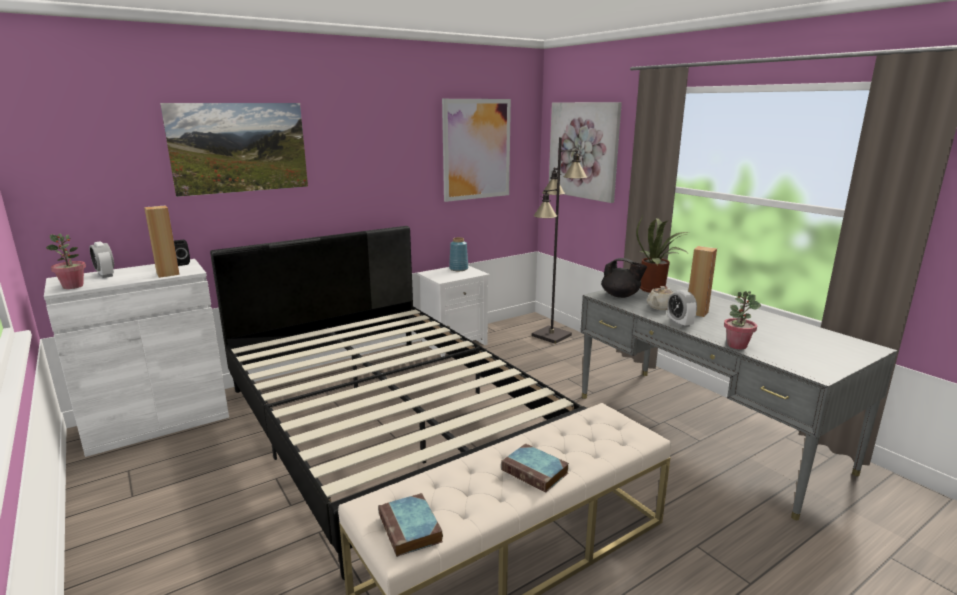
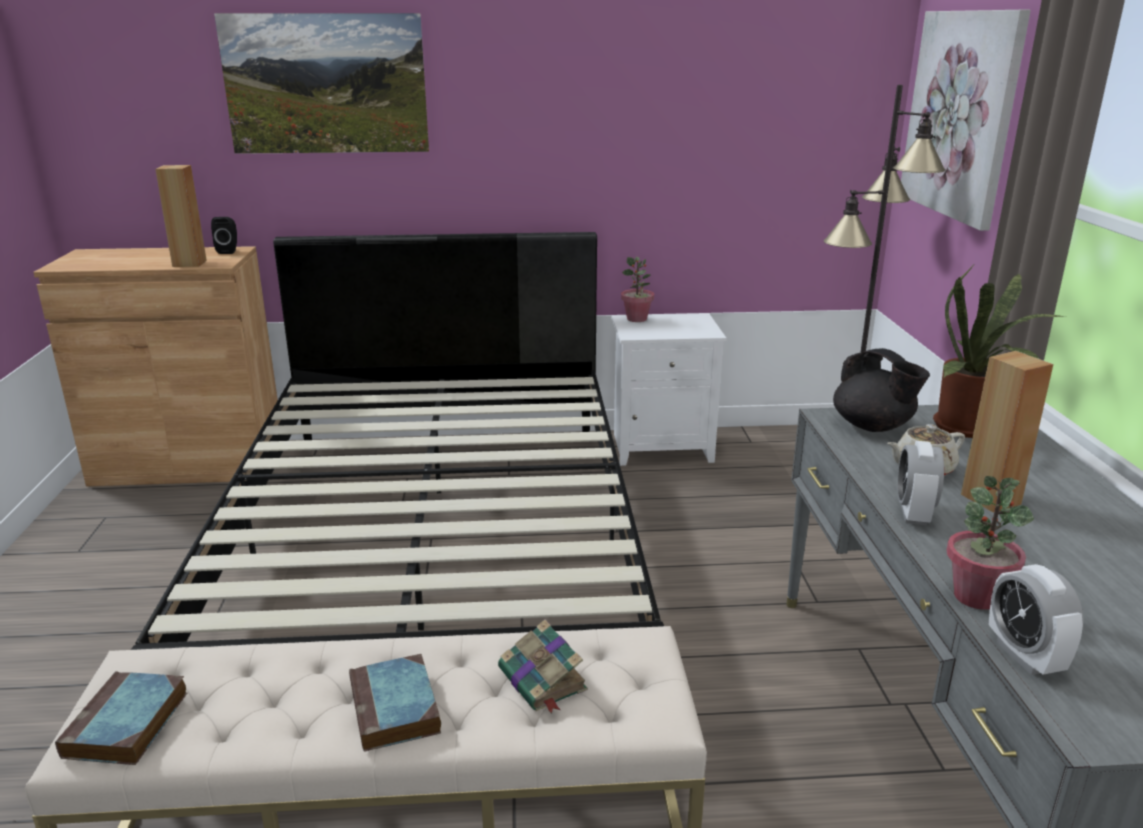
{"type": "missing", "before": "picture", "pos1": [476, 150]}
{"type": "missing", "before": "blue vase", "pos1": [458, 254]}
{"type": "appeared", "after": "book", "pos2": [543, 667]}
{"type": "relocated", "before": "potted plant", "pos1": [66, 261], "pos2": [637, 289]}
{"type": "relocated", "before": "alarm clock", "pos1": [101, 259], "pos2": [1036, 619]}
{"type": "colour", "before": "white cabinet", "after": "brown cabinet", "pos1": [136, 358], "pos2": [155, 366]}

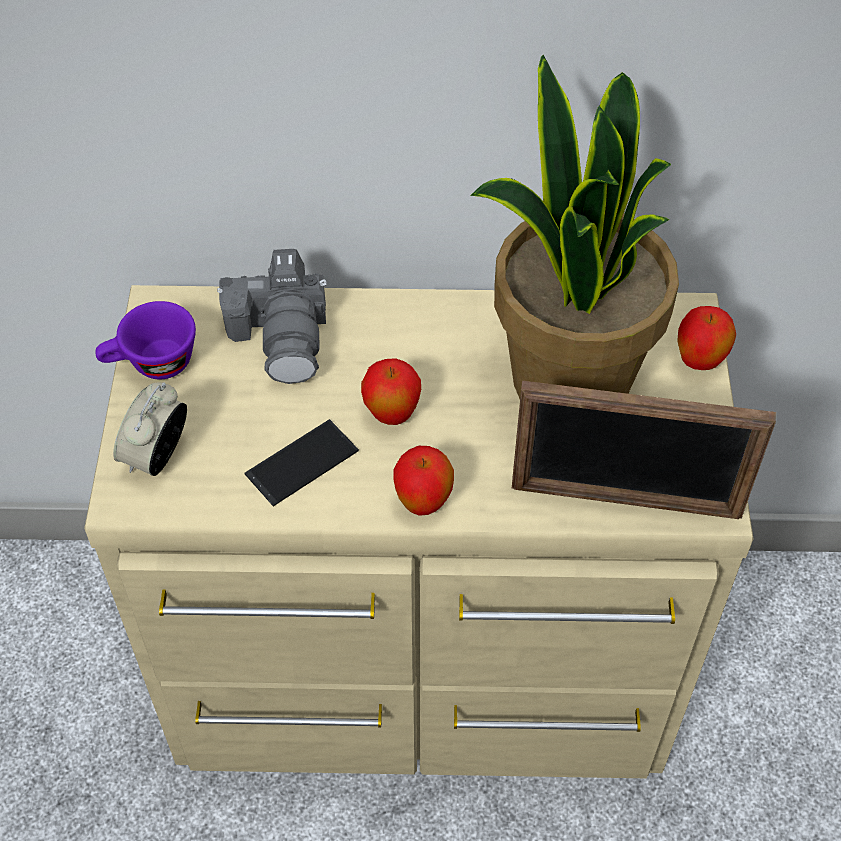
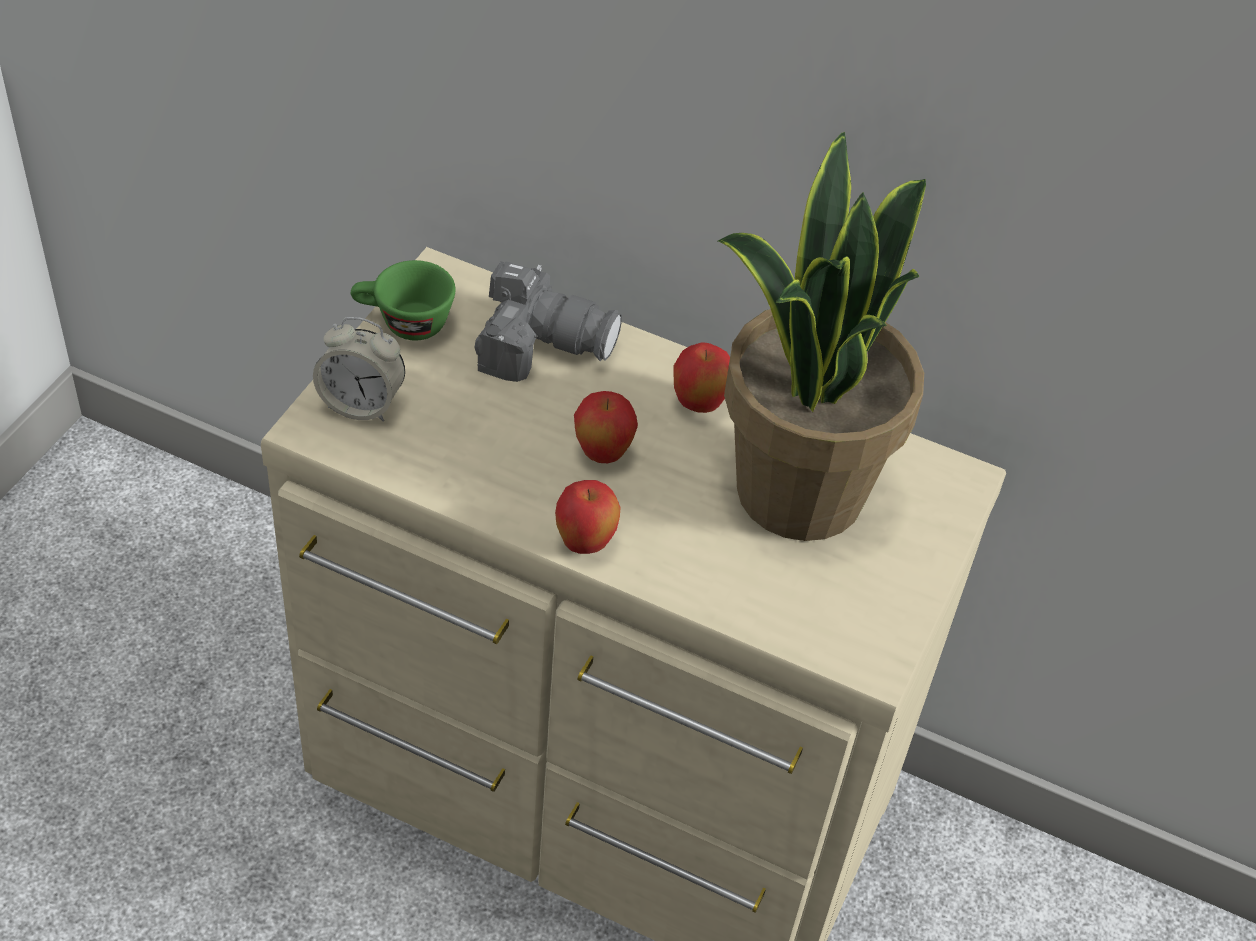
{"type": "missing", "before": "phone", "pos1": [301, 462]}
{"type": "missing", "before": "picture frame", "pos1": [644, 450]}
{"type": "relocated", "before": "apple", "pos1": [706, 338], "pos2": [701, 377]}
{"type": "colour", "before": "purple cup", "after": "green cup", "pos1": [145, 340], "pos2": [403, 300]}
{"type": "spun", "before": "alarm clock", "pos1": [150, 429], "pos2": [359, 369], "turn": -120}
{"type": "spun", "before": "photo camera", "pos1": [272, 316], "pos2": [548, 321], "turn": -90}

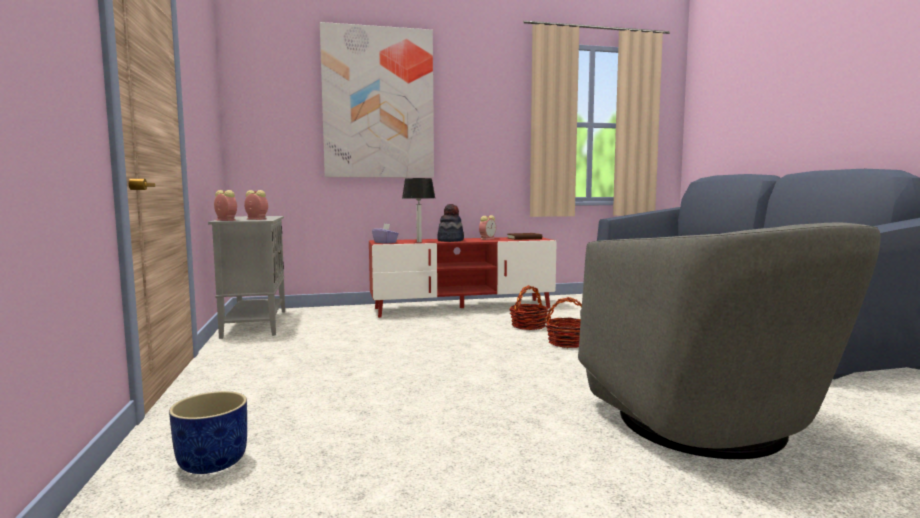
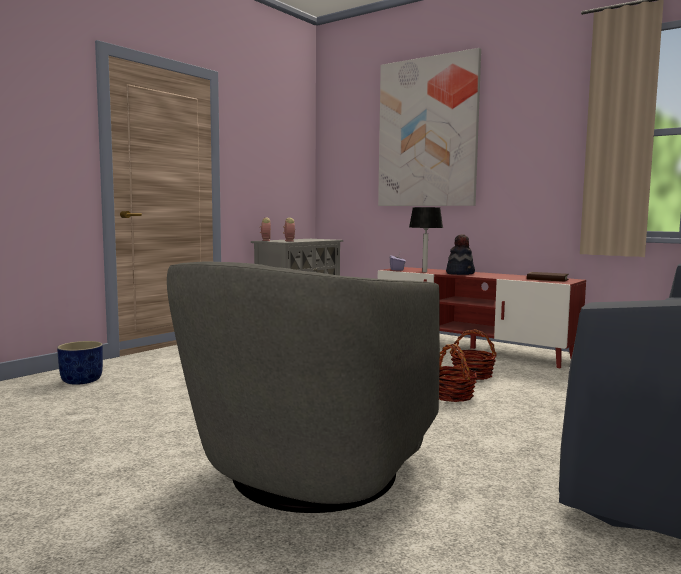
{"type": "missing", "before": "alarm clock", "pos1": [487, 227]}

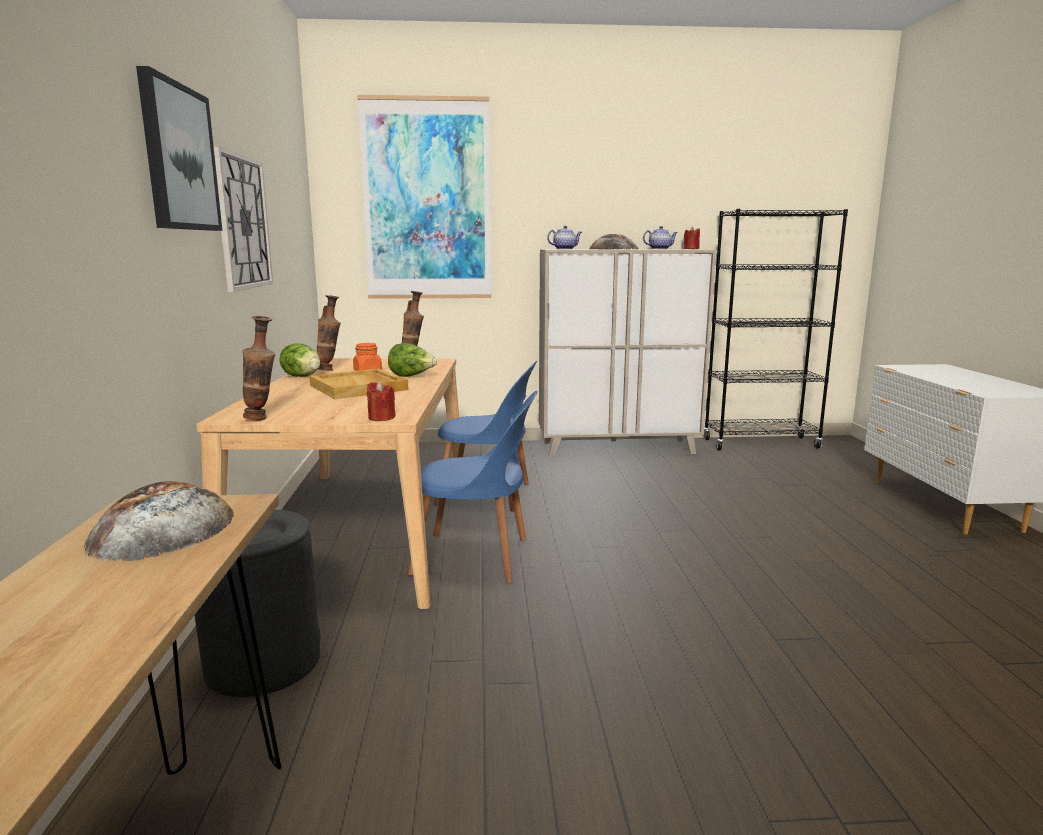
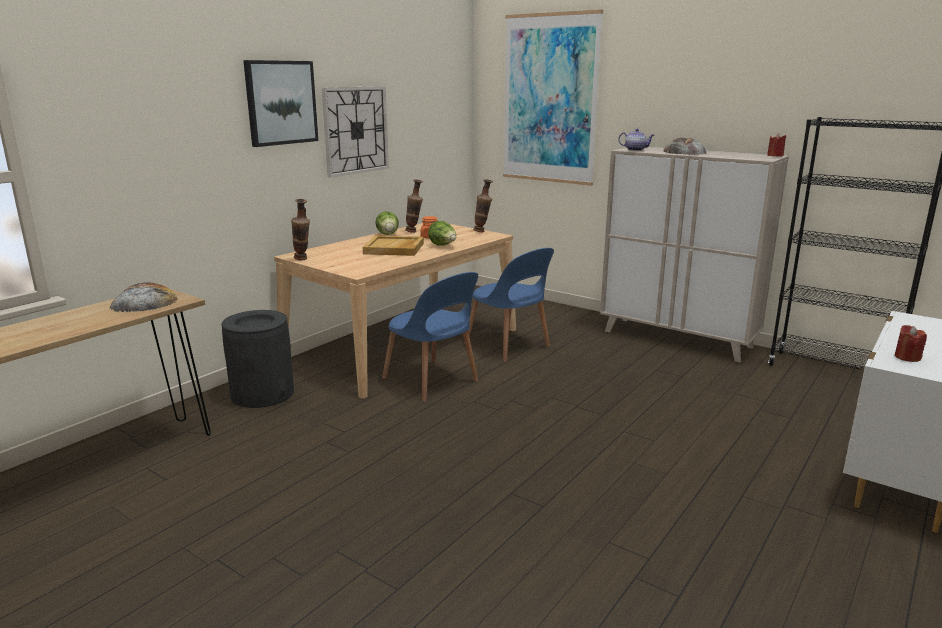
{"type": "missing", "before": "teapot", "pos1": [660, 237]}
{"type": "relocated", "before": "red candle", "pos1": [381, 401], "pos2": [911, 343]}

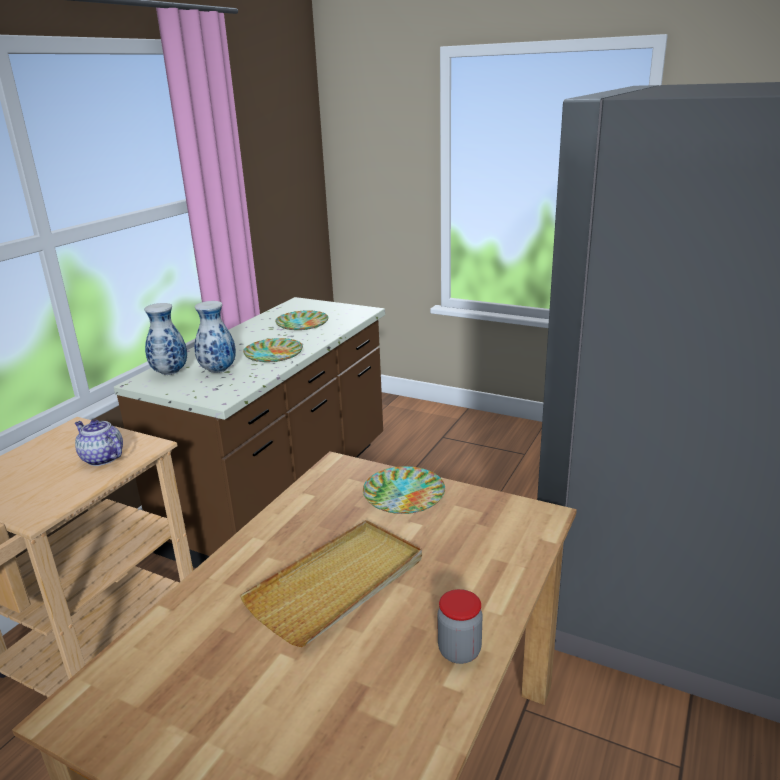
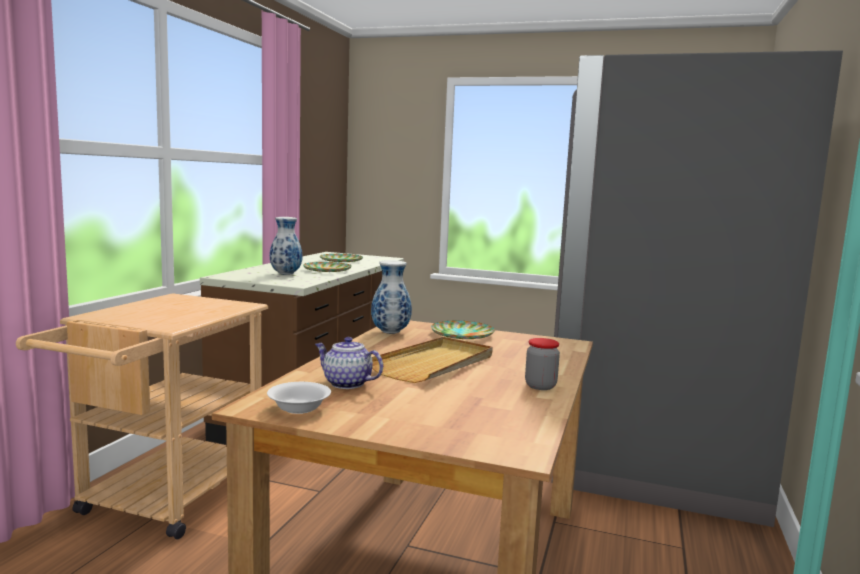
{"type": "appeared", "after": "white bowl", "pos2": [299, 398]}
{"type": "relocated", "before": "teapot", "pos1": [99, 443], "pos2": [349, 363]}
{"type": "relocated", "before": "vase", "pos1": [165, 339], "pos2": [391, 297]}

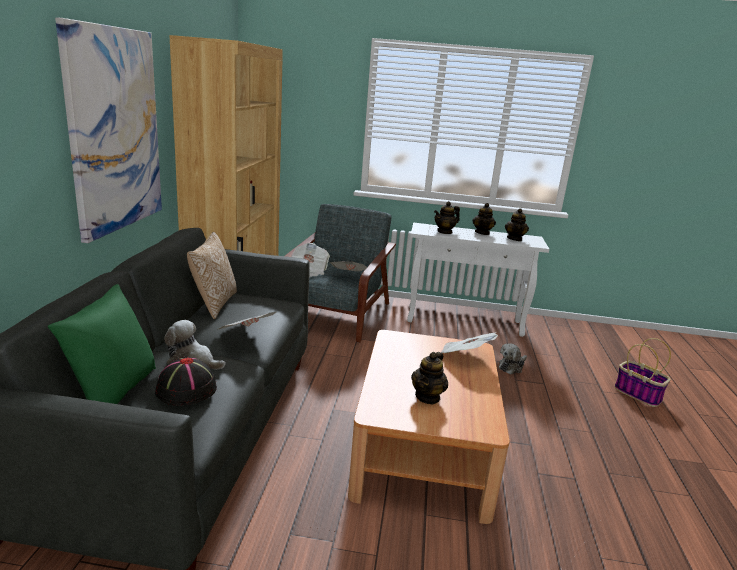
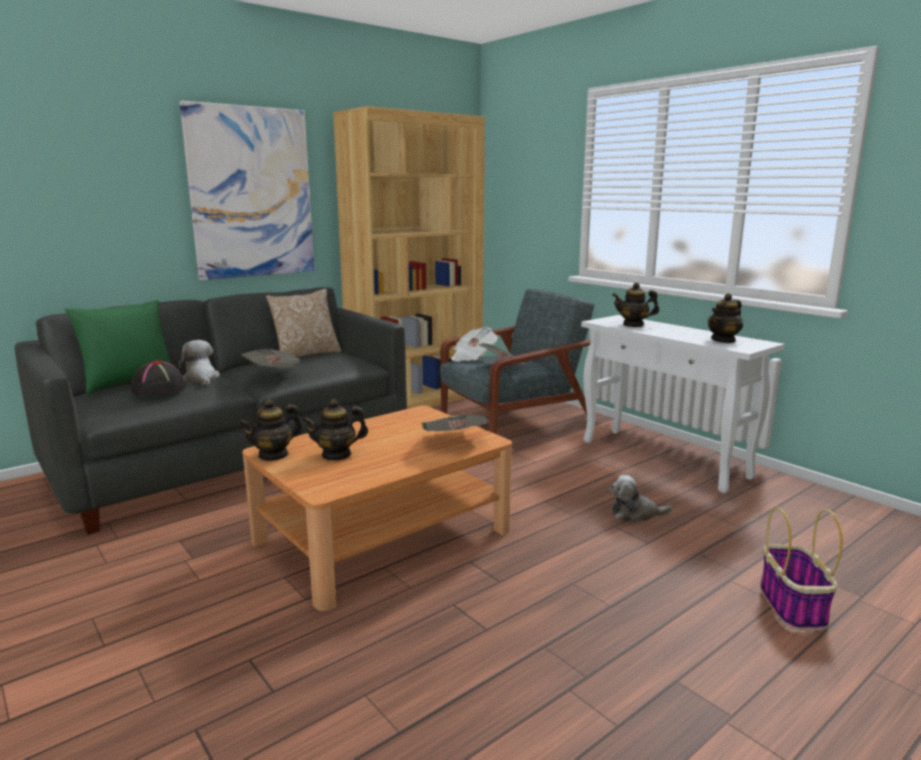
{"type": "relocated", "before": "teapot", "pos1": [484, 219], "pos2": [270, 430]}

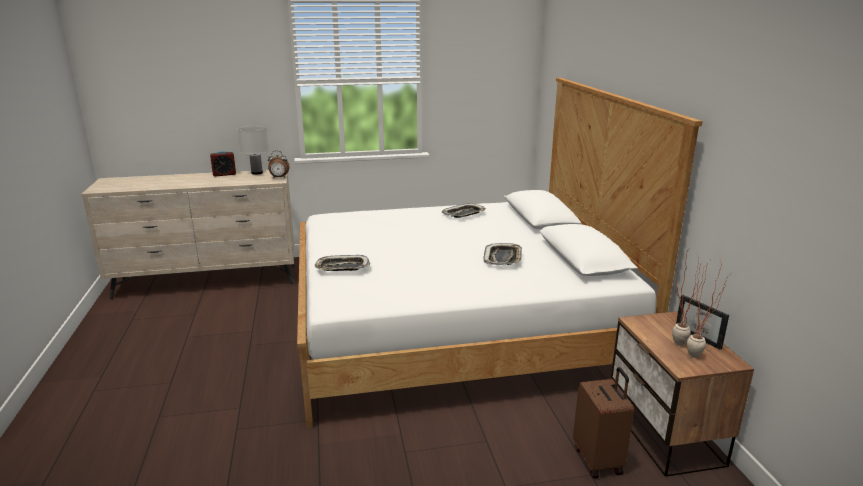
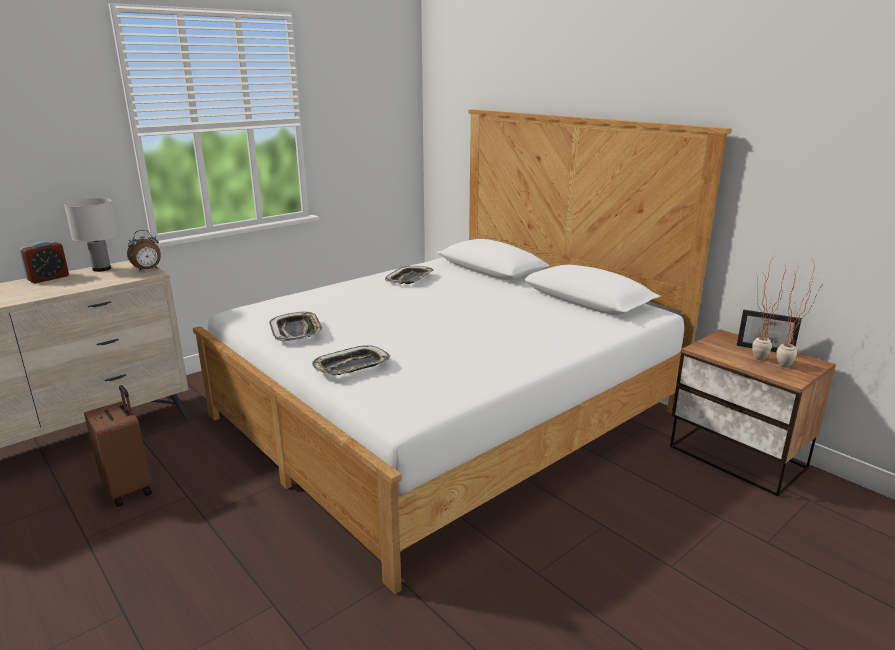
{"type": "relocated", "before": "tray", "pos1": [502, 254], "pos2": [296, 326]}
{"type": "relocated", "before": "brown suitcase", "pos1": [603, 423], "pos2": [118, 446]}

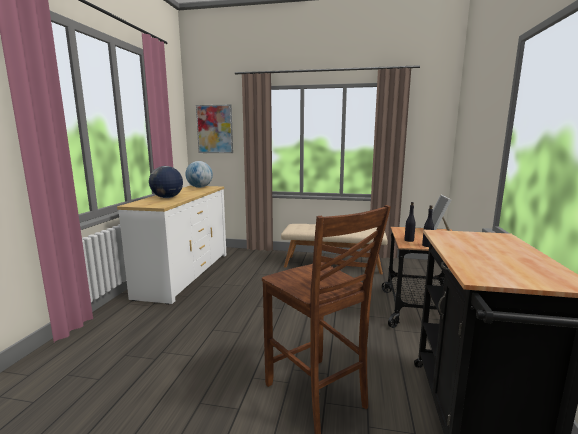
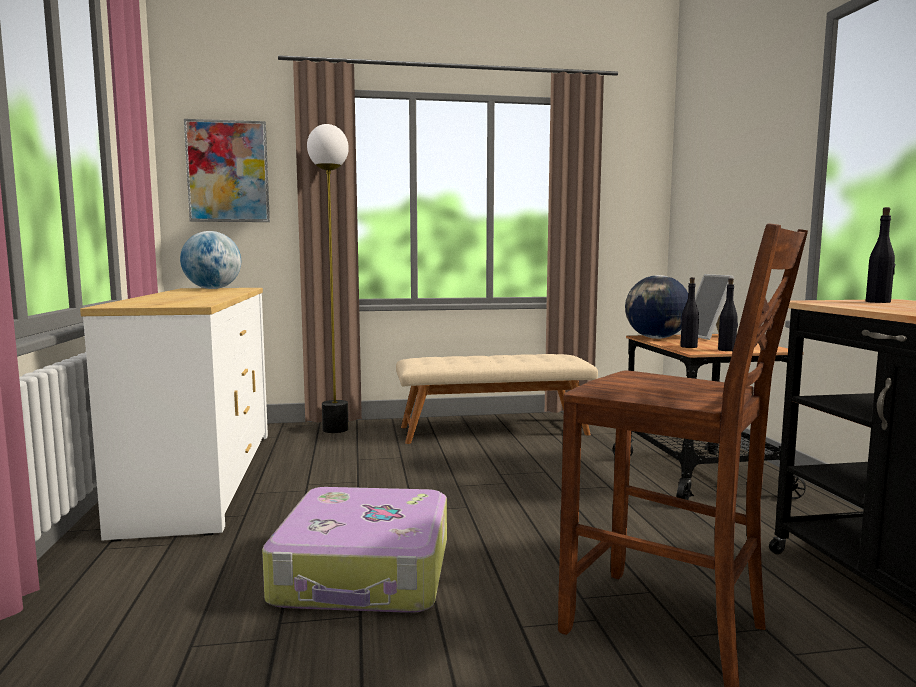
{"type": "appeared", "after": "suitcase", "pos2": [354, 550]}
{"type": "appeared", "after": "floor lamp", "pos2": [328, 278]}
{"type": "appeared", "after": "black bottle", "pos2": [880, 255]}
{"type": "relocated", "before": "globe", "pos1": [166, 182], "pos2": [656, 307]}

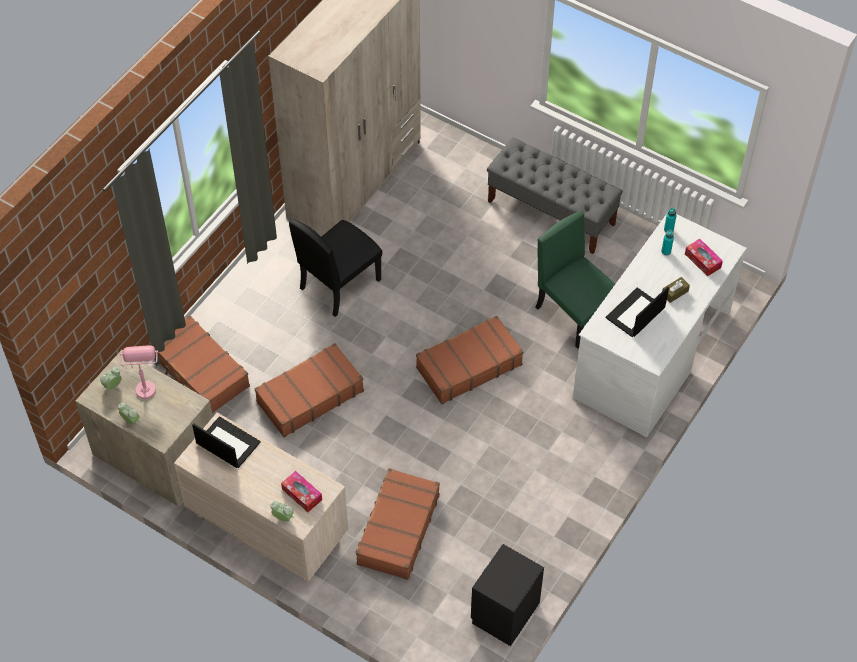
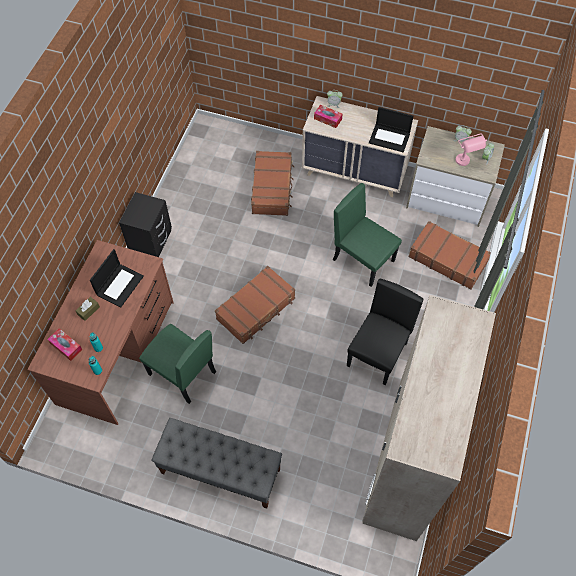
{"type": "relocated", "before": "black nightstand", "pos1": [507, 595], "pos2": [145, 224]}
{"type": "exchanged", "before": "brown suitcase", "after": "green chair", "pos1": [309, 390], "pos2": [367, 235]}
{"type": "colour", "before": "white desk", "after": "brown desk", "pos1": [660, 325], "pos2": [100, 332]}

